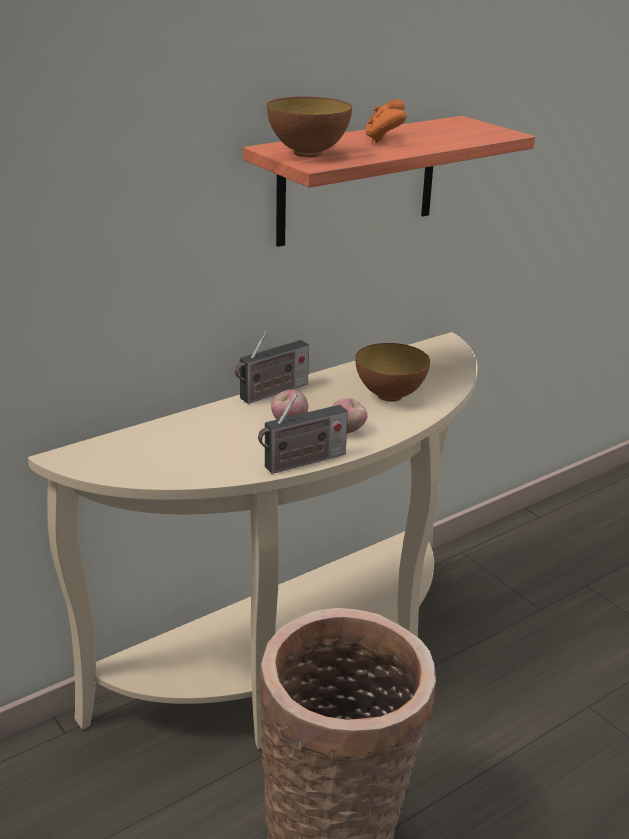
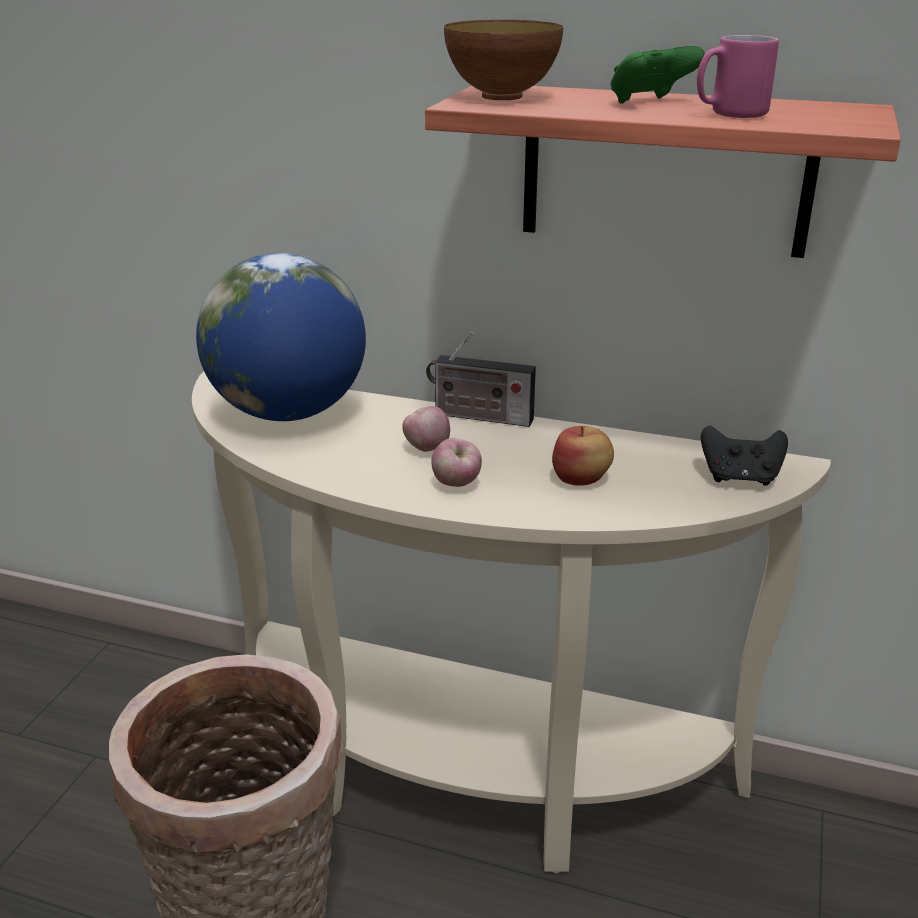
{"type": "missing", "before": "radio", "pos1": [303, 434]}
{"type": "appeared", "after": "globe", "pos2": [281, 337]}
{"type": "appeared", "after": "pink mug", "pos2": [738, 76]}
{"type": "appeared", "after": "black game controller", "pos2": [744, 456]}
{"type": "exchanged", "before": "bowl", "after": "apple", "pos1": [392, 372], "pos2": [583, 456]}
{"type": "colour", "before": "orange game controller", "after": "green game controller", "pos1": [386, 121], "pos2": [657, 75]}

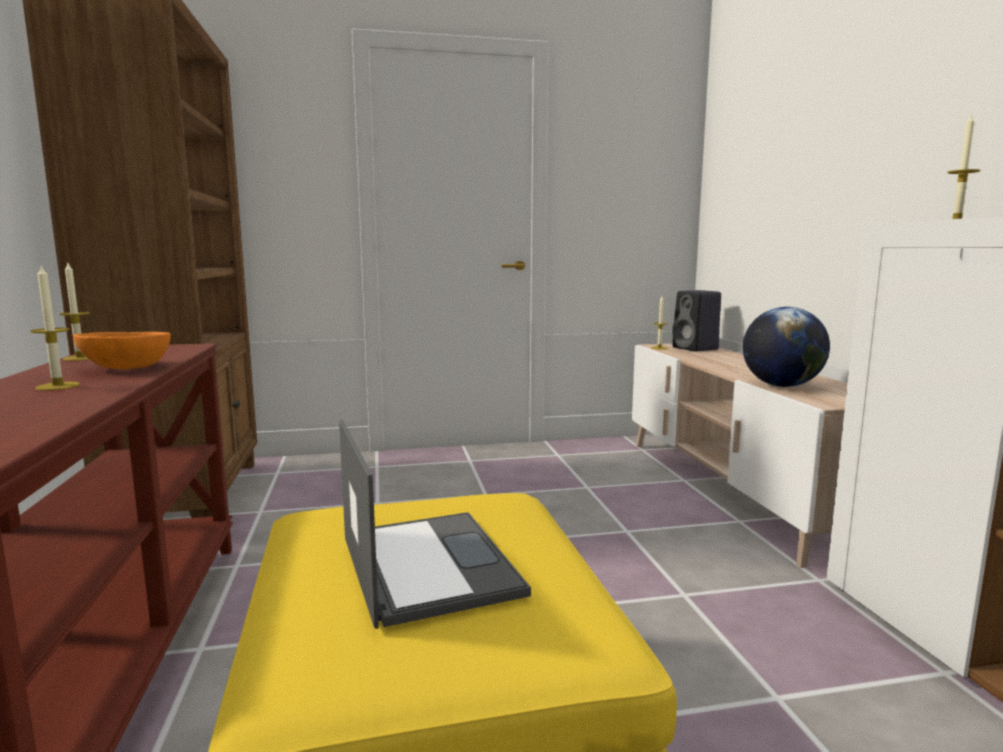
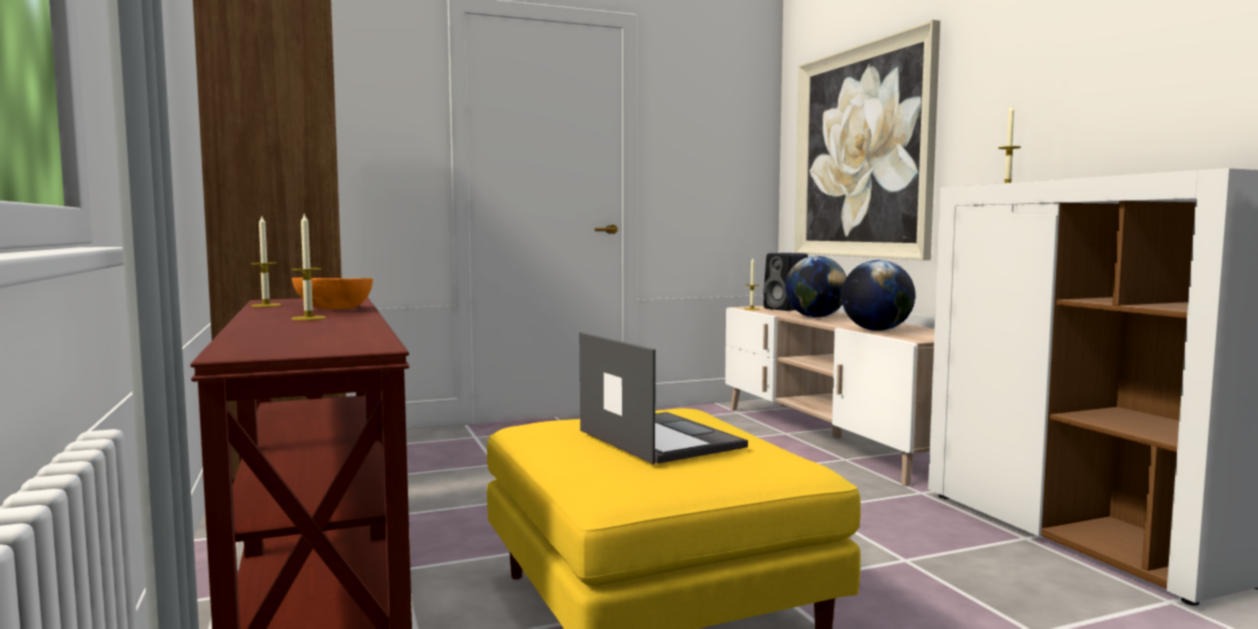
{"type": "appeared", "after": "globe", "pos2": [816, 287]}
{"type": "appeared", "after": "picture", "pos2": [867, 140]}

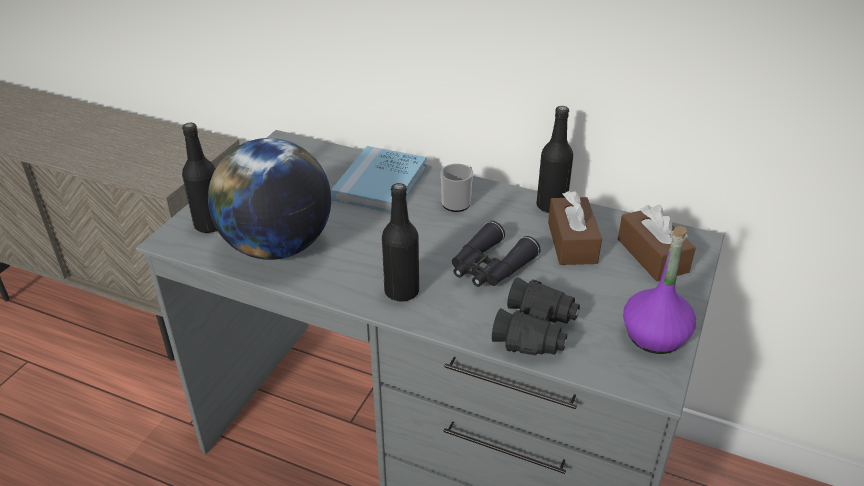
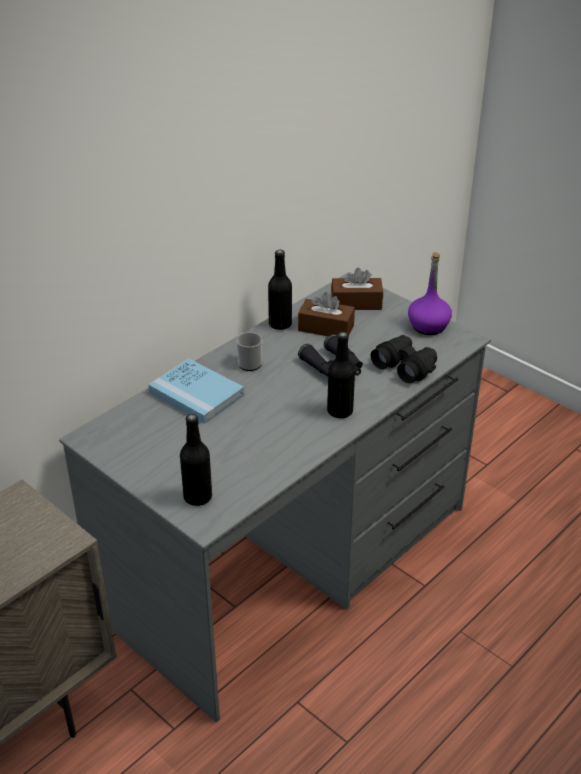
{"type": "missing", "before": "globe", "pos1": [269, 199]}

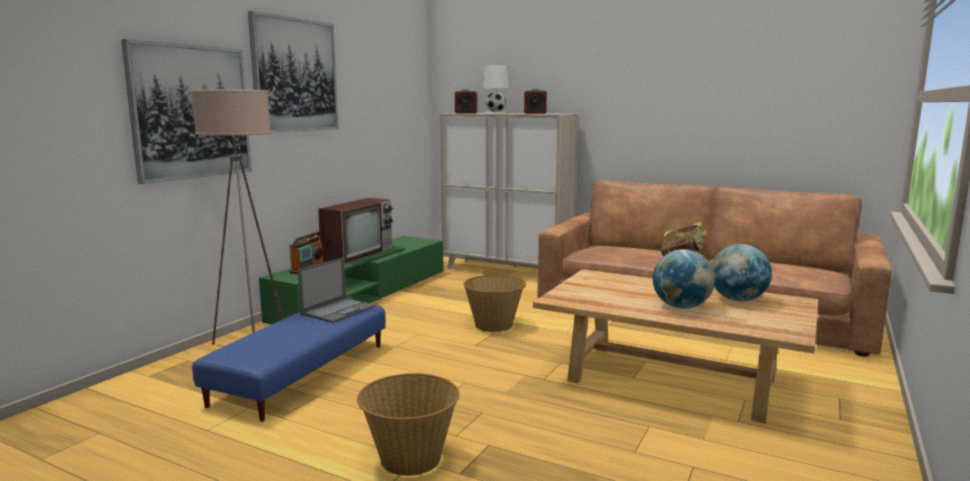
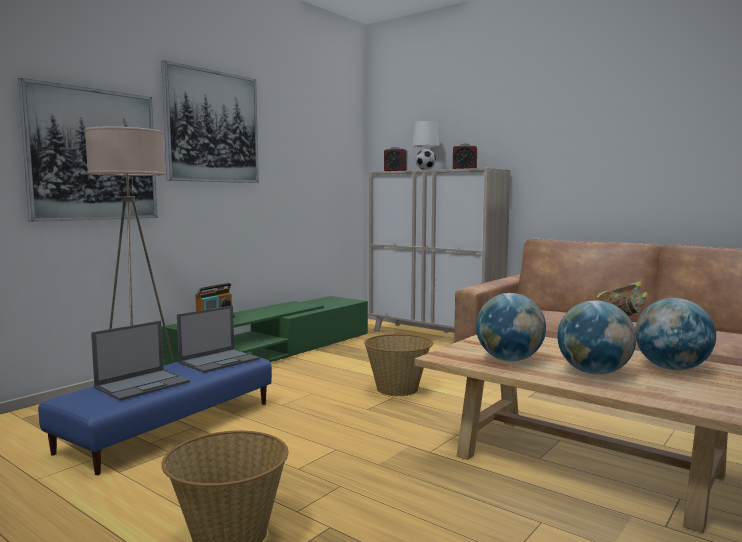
{"type": "missing", "before": "television", "pos1": [356, 231]}
{"type": "appeared", "after": "laptop", "pos2": [140, 361]}
{"type": "appeared", "after": "globe", "pos2": [511, 327]}

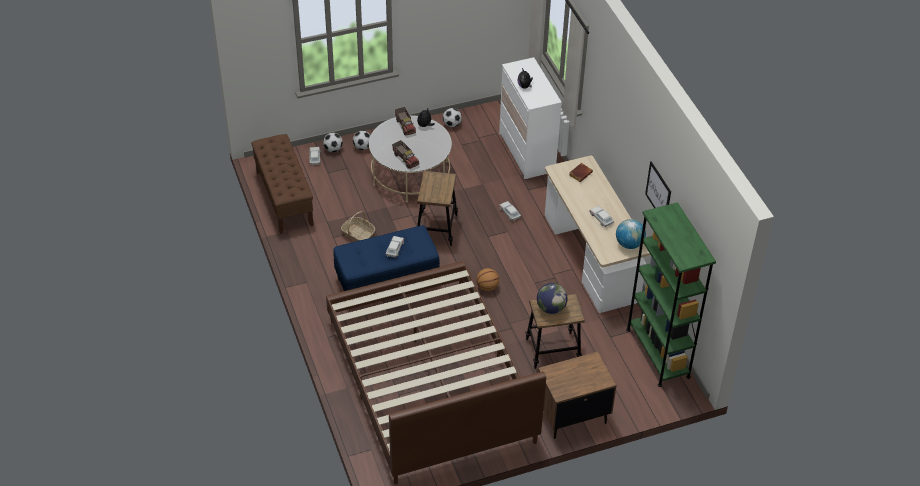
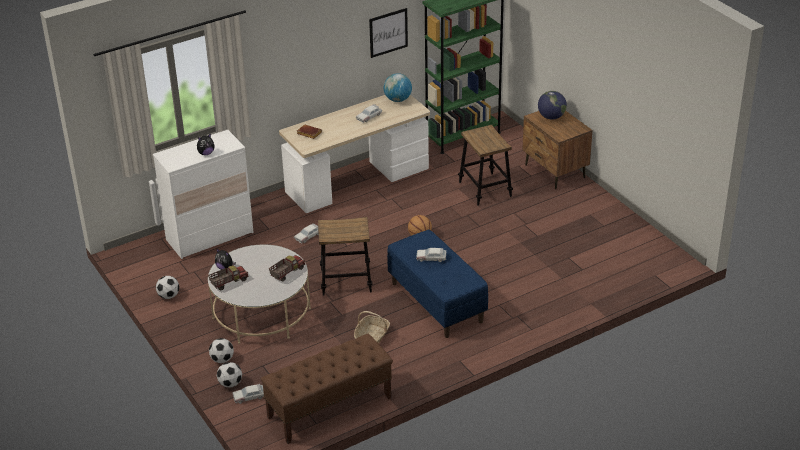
{"type": "missing", "before": "brown bed", "pos1": [436, 372]}
{"type": "relocated", "before": "globe", "pos1": [552, 298], "pos2": [552, 105]}

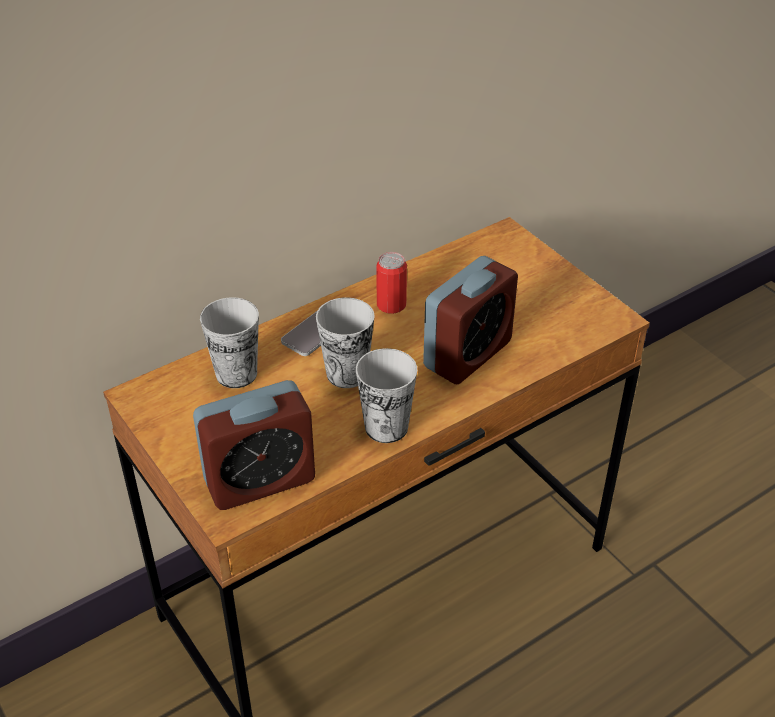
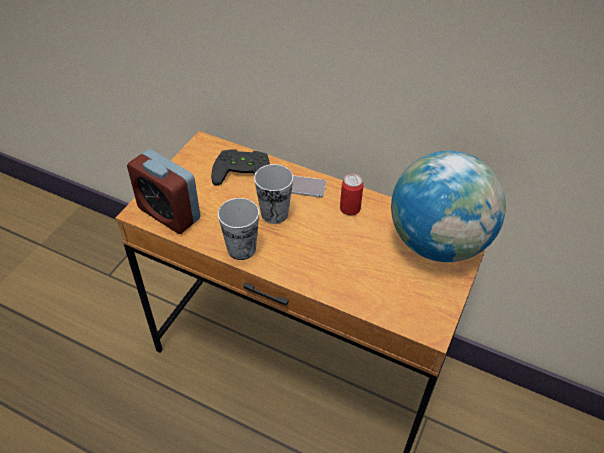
{"type": "missing", "before": "alarm clock", "pos1": [470, 320]}
{"type": "appeared", "after": "globe", "pos2": [448, 206]}
{"type": "exchanged", "before": "cup", "after": "black game controller", "pos1": [229, 342], "pos2": [240, 167]}

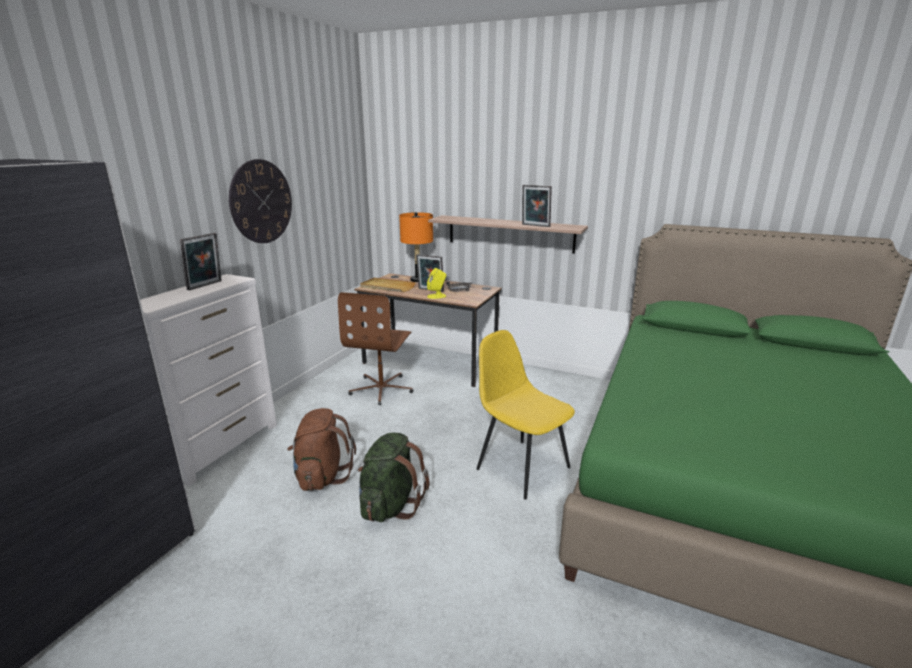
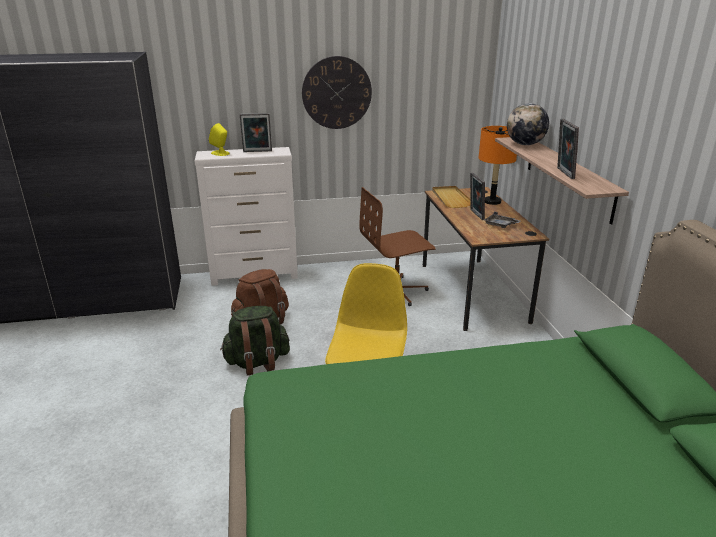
{"type": "appeared", "after": "globe", "pos2": [528, 124]}
{"type": "relocated", "before": "yellow speaker", "pos1": [436, 283], "pos2": [219, 139]}

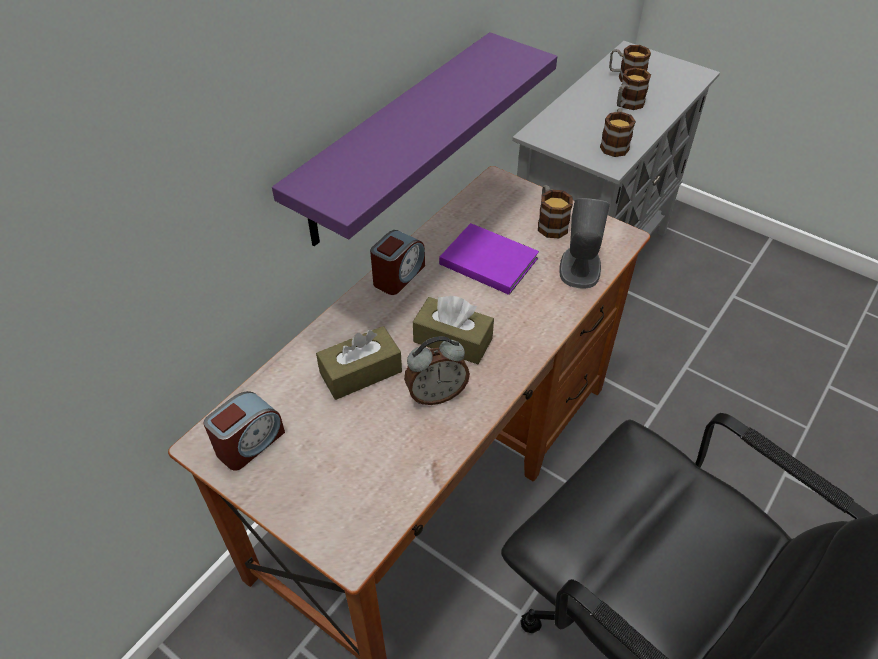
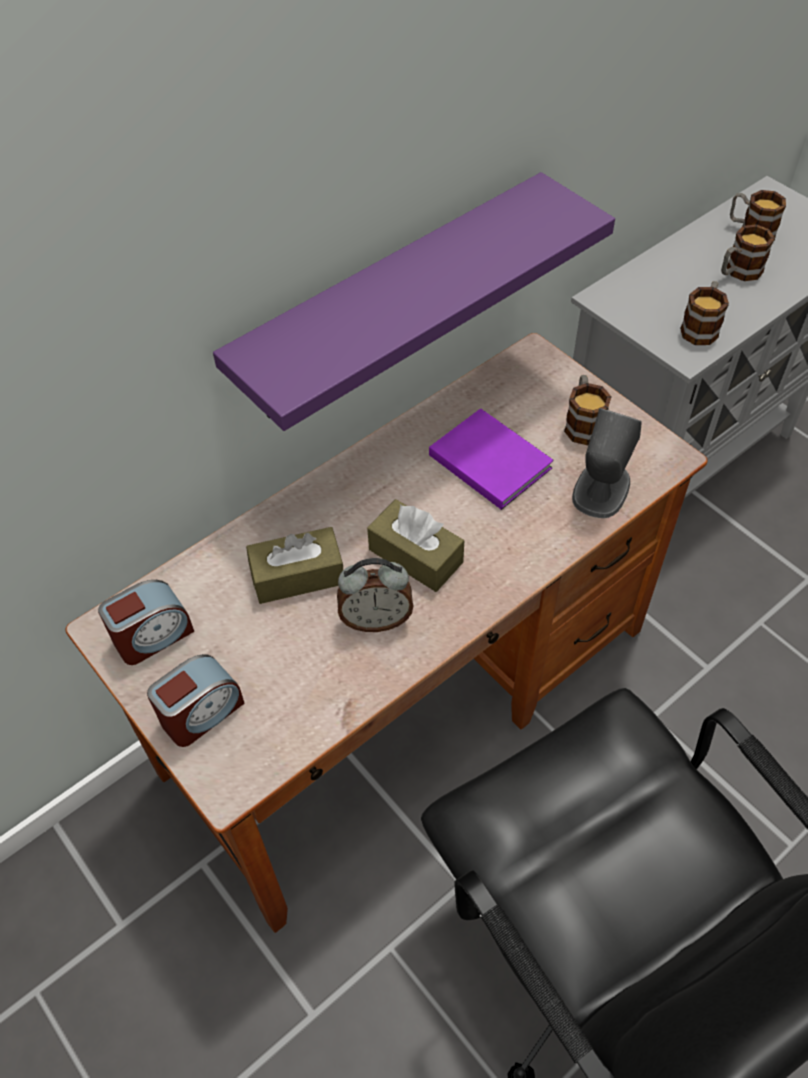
{"type": "relocated", "before": "alarm clock", "pos1": [397, 262], "pos2": [196, 700]}

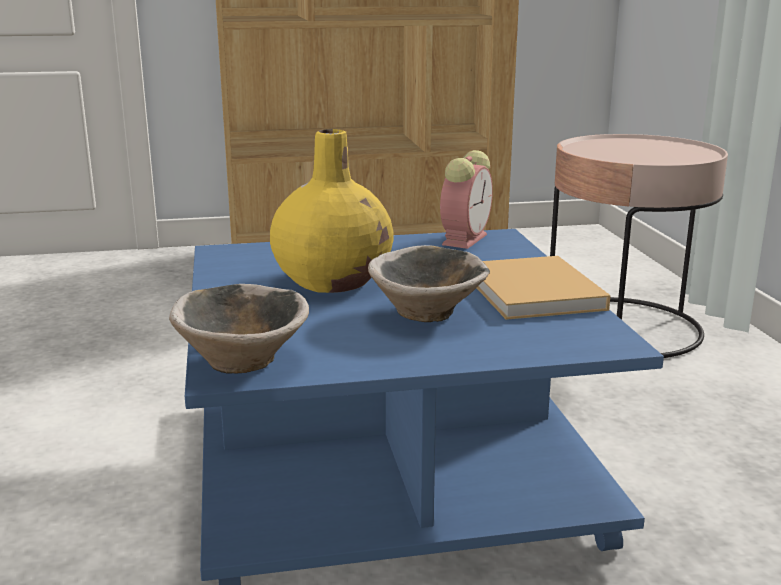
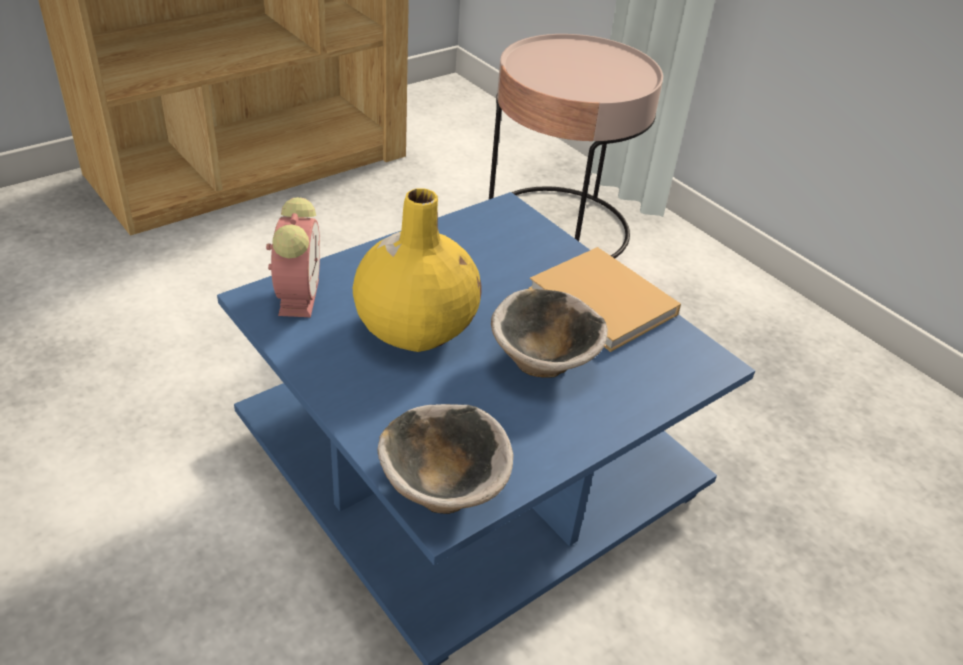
{"type": "relocated", "before": "alarm clock", "pos1": [466, 199], "pos2": [293, 257]}

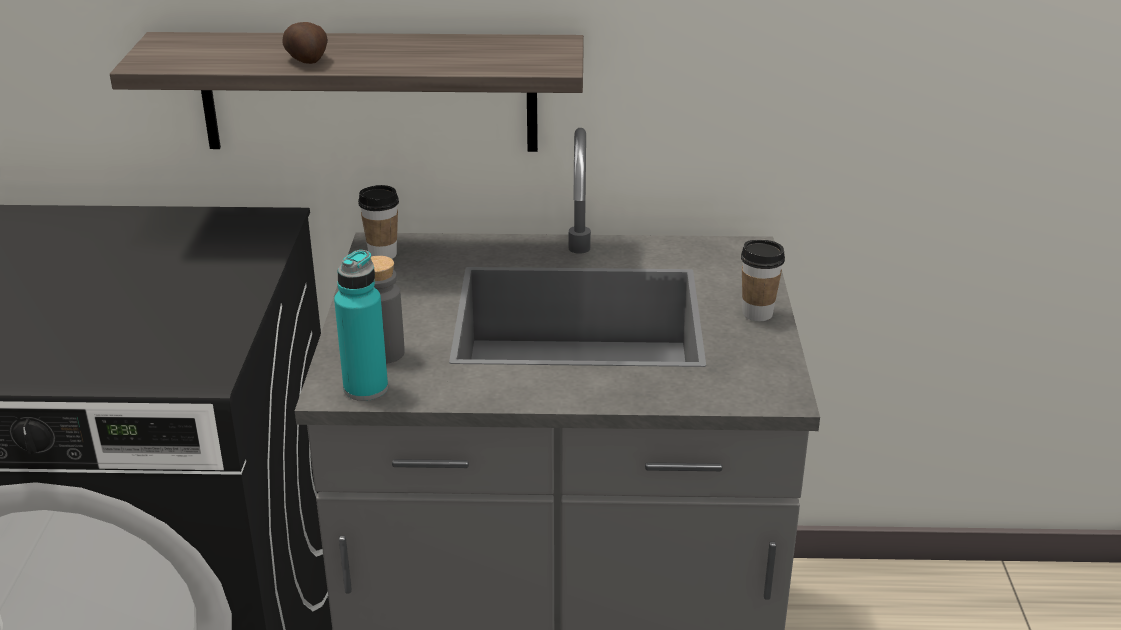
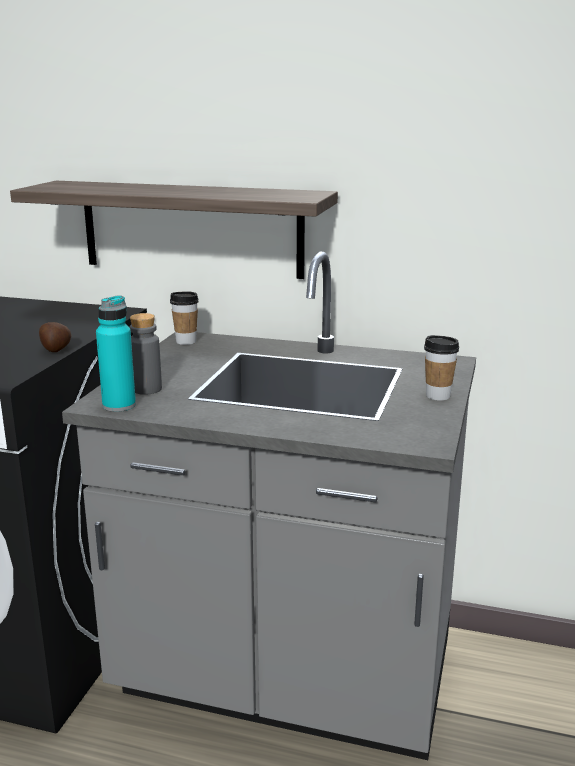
{"type": "relocated", "before": "potato", "pos1": [305, 43], "pos2": [55, 337]}

